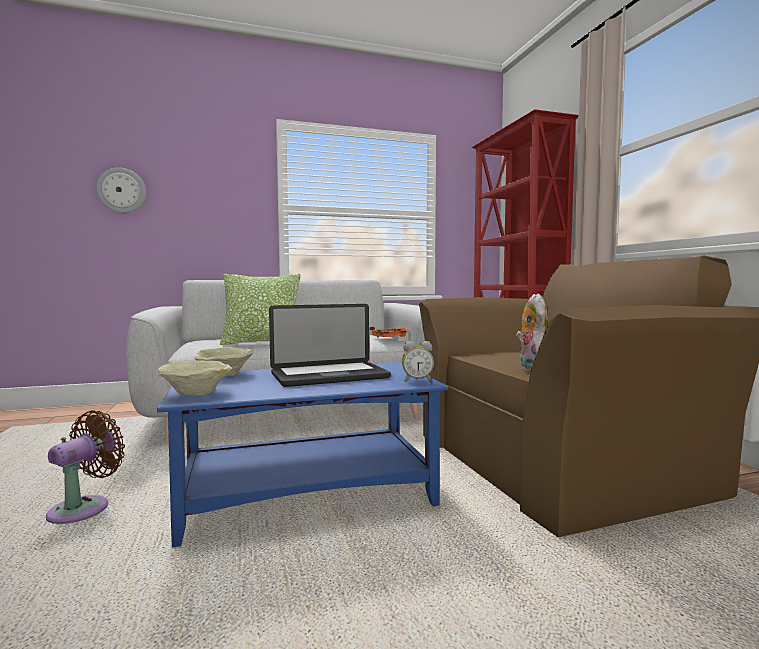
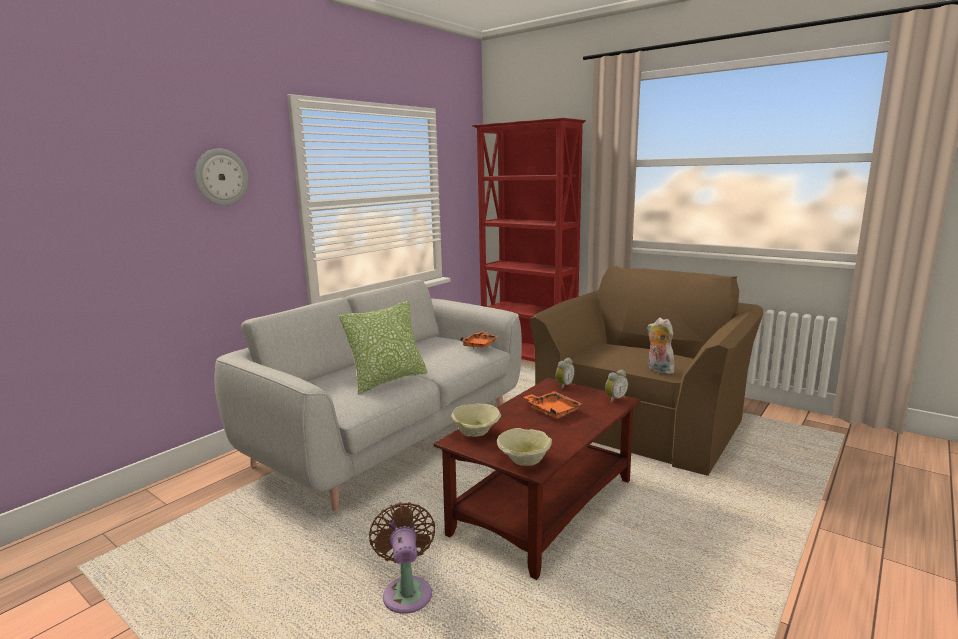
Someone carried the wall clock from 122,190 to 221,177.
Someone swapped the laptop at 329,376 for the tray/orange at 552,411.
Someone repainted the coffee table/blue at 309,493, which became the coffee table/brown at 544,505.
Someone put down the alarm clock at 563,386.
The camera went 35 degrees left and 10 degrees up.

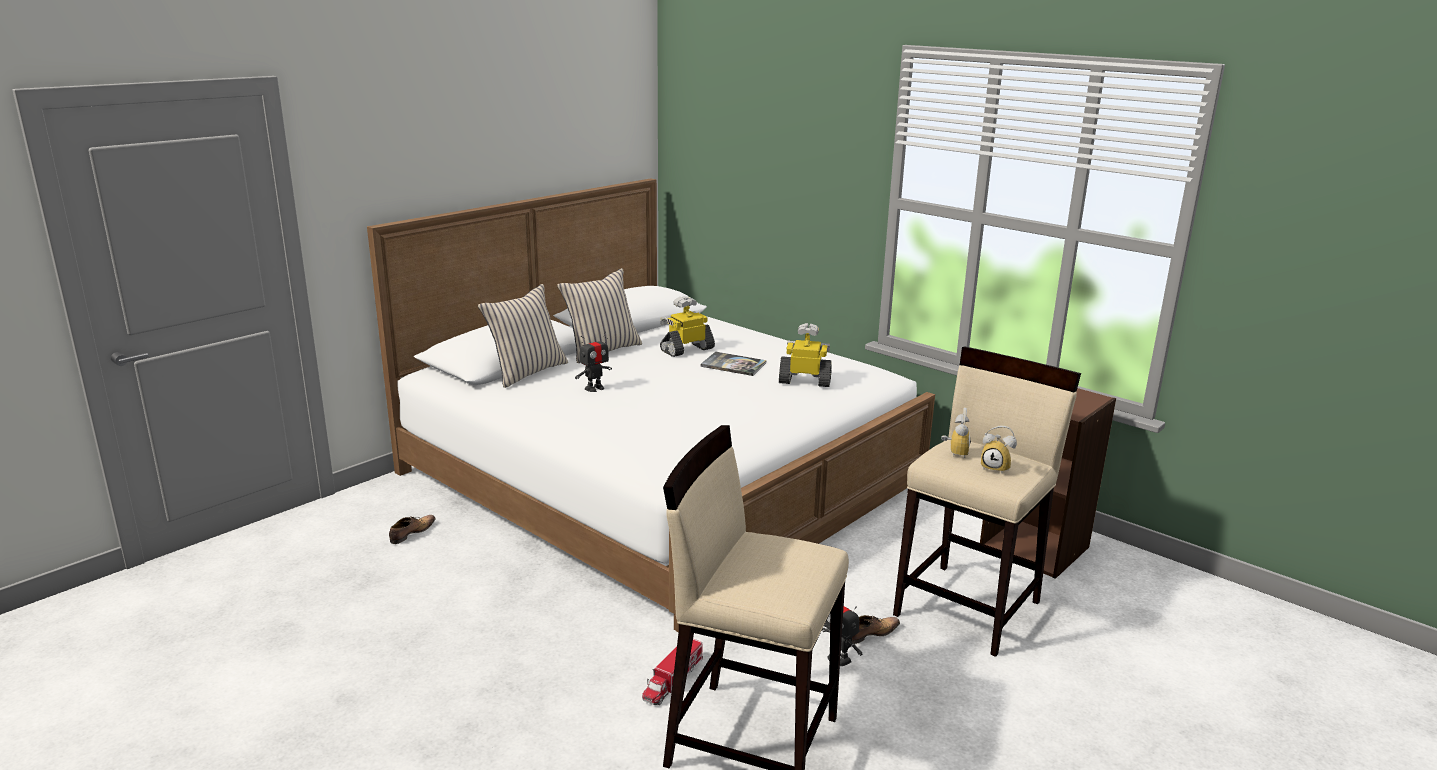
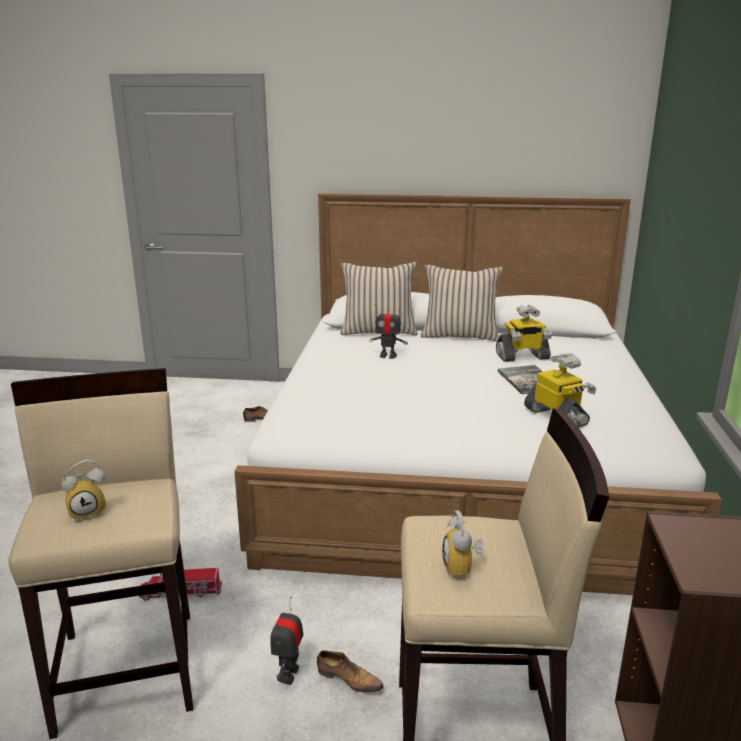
Someone rotated the toy robot at 687,349 by 150 degrees clockwise.
Someone carried the alarm clock from 954,452 to 89,511.
The camera went 55 degrees right and 0 degrees up.

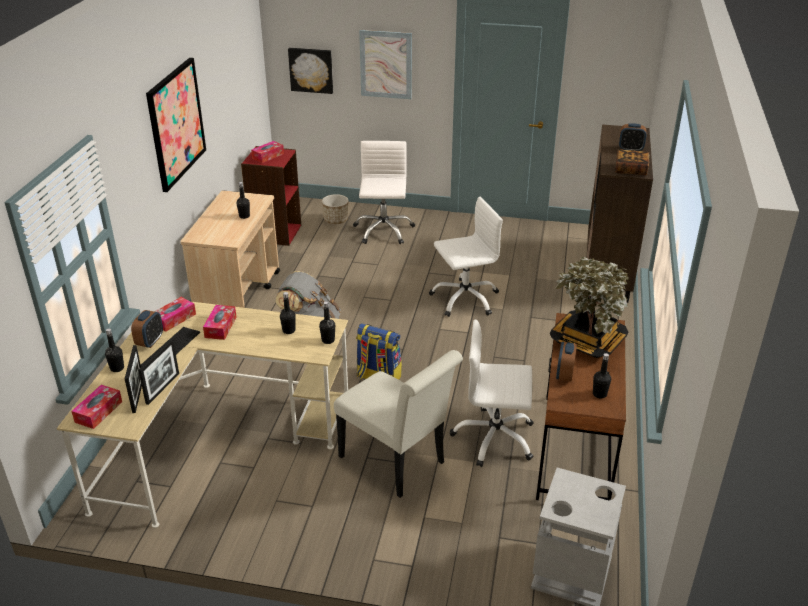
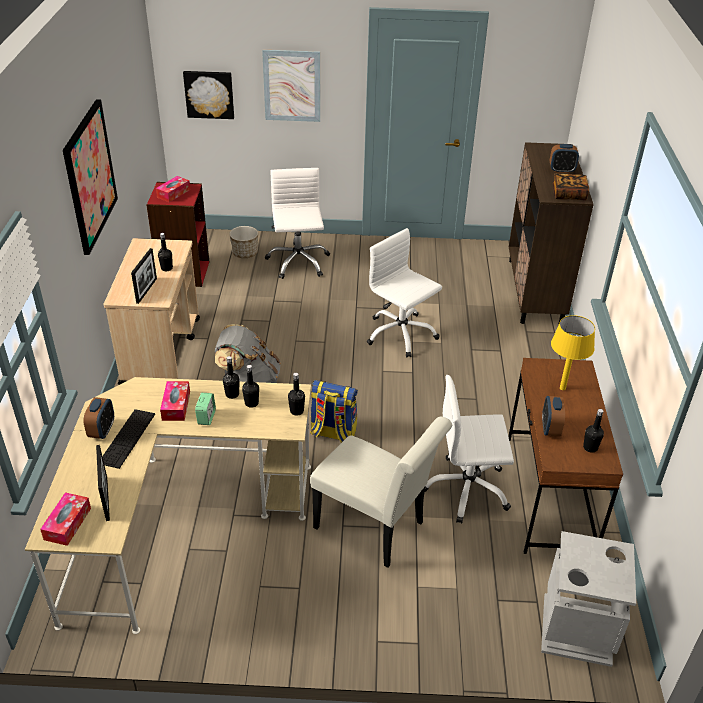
Someone rotated the office chair/white at 465,299 by 105 degrees counterclockwise.
Someone swapped the potted plant at 588,341 for the table lamp/yellow at 563,388.
Someone took away the tissue box at 174,319.
Someone carried the bottle/black from 117,368 to 232,394.
Someone carried the picture frame from 162,388 to 146,290.
Someone put down the alarm clock at 206,417.
The camera went 10 degrees left and 5 degrees up.

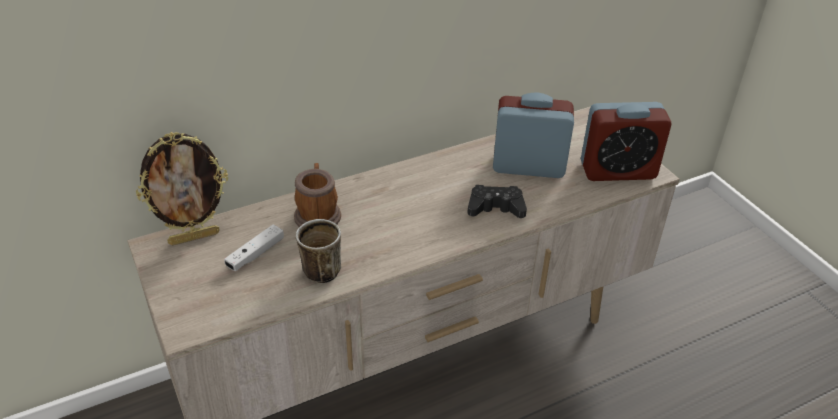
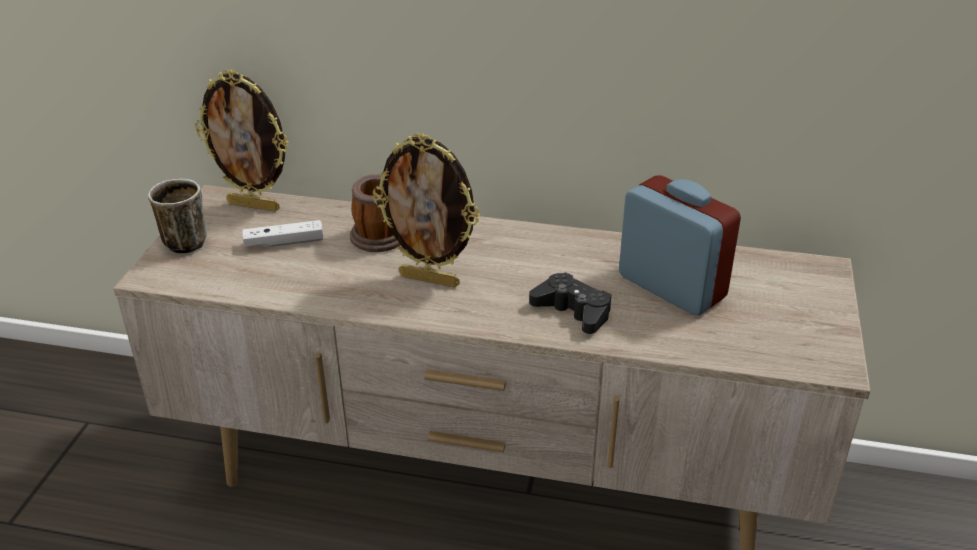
Someone took away the alarm clock at 617,171.
Someone carried the mug from 317,269 to 187,239.
Someone put down the picture frame at 430,279.
The camera went 40 degrees right and 5 degrees down.

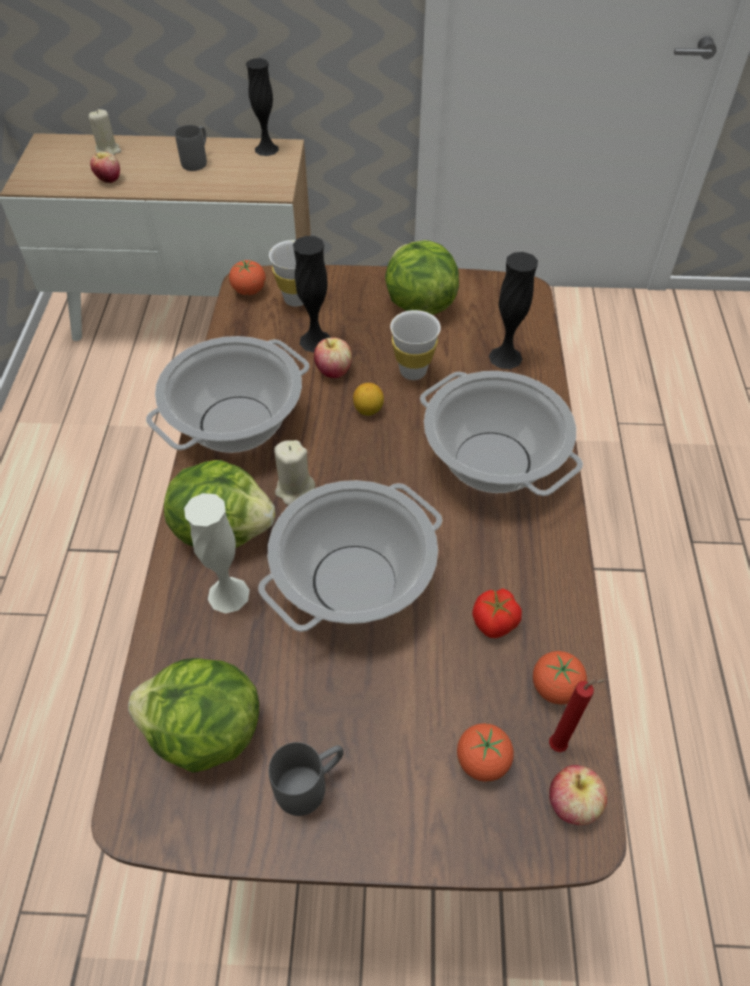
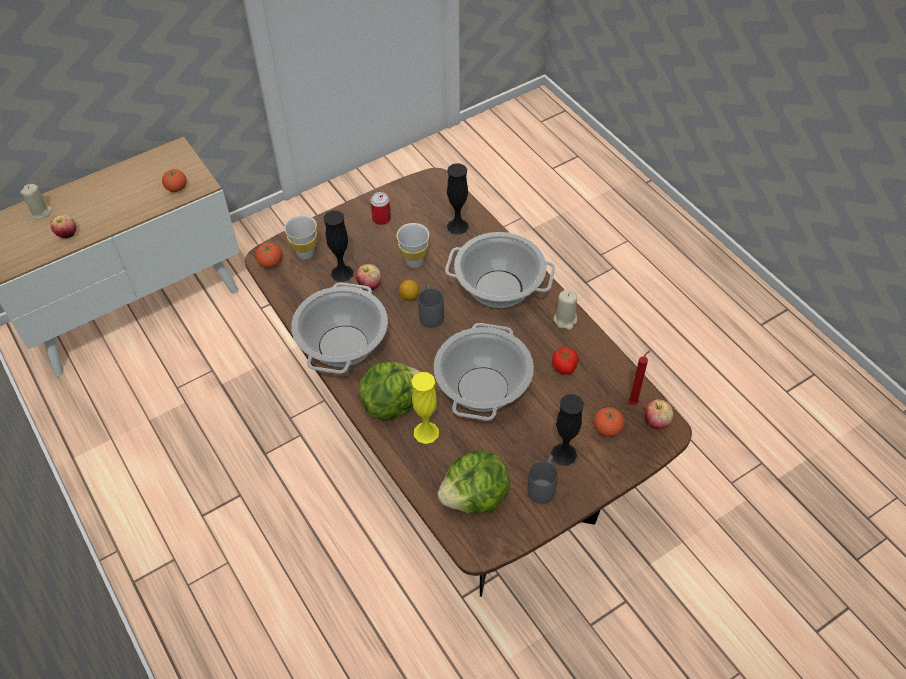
Someone carried the vase/black from 266,149 to 564,454.
Someone carried the mug/grey from 197,161 to 430,313.
Someone swapped the lettuce at 418,304 for the can at 381,219.
Someone carried the candle/beige from 294,489 to 565,320.
Someone repainted the vase/white at 228,594, which became the vase/yellow at 426,432.
Someone carried the tomato from 555,687 to 176,188.
The camera went 35 degrees left and 0 degrees up.

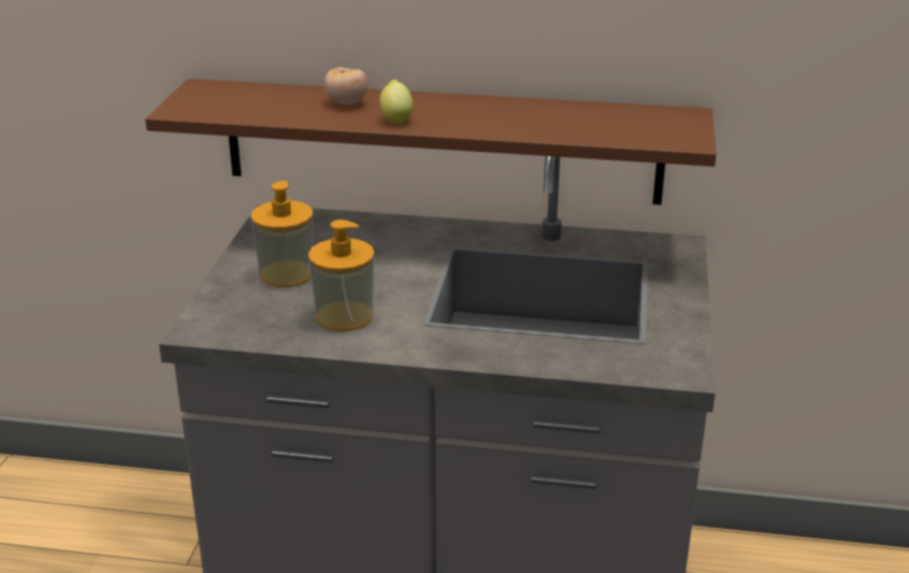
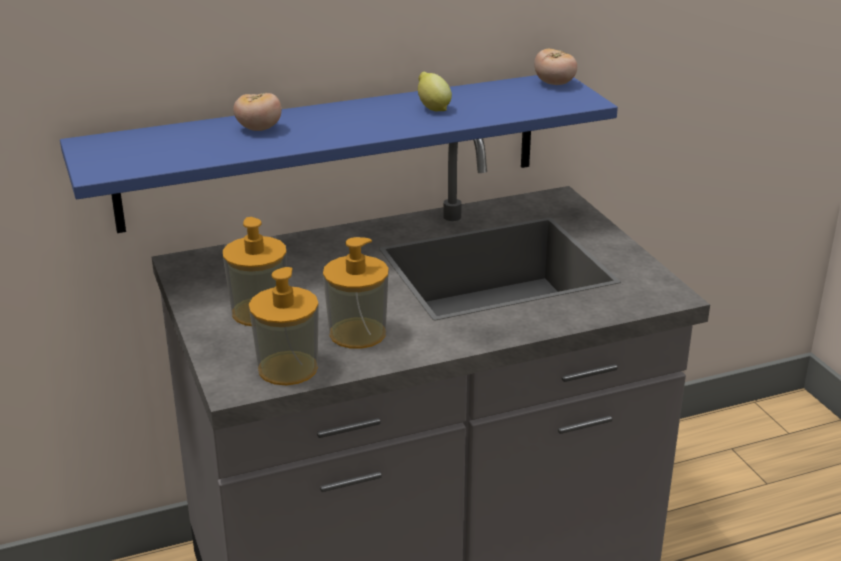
Someone repainted the shelf/brown at 441,141, which became the shelf/blue at 332,150.
Someone carried the lemon from 396,119 to 433,108.
Someone put down the tomato at 554,84.
Someone put down the soap dispenser at 288,368.
The camera went 30 degrees left and 0 degrees up.

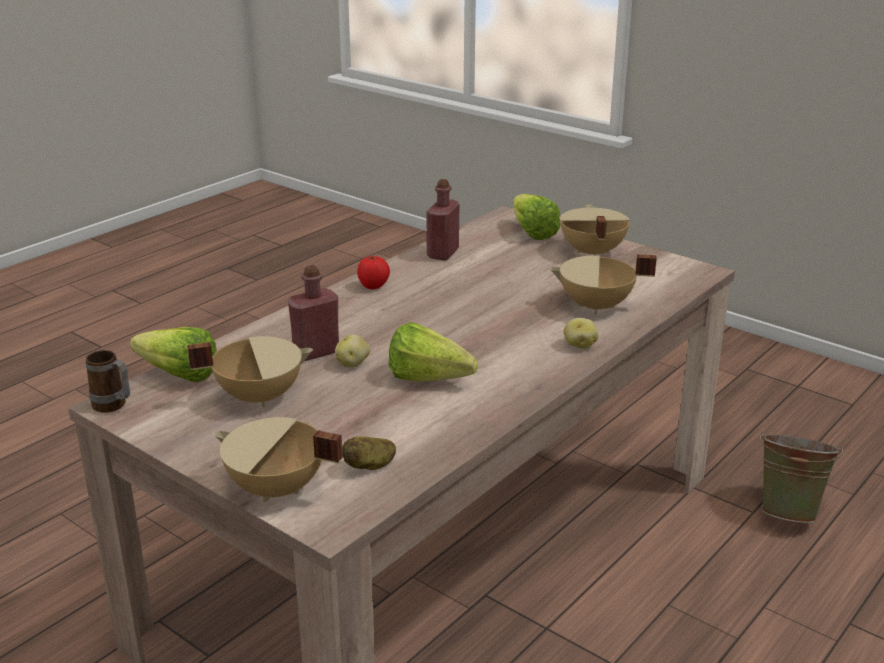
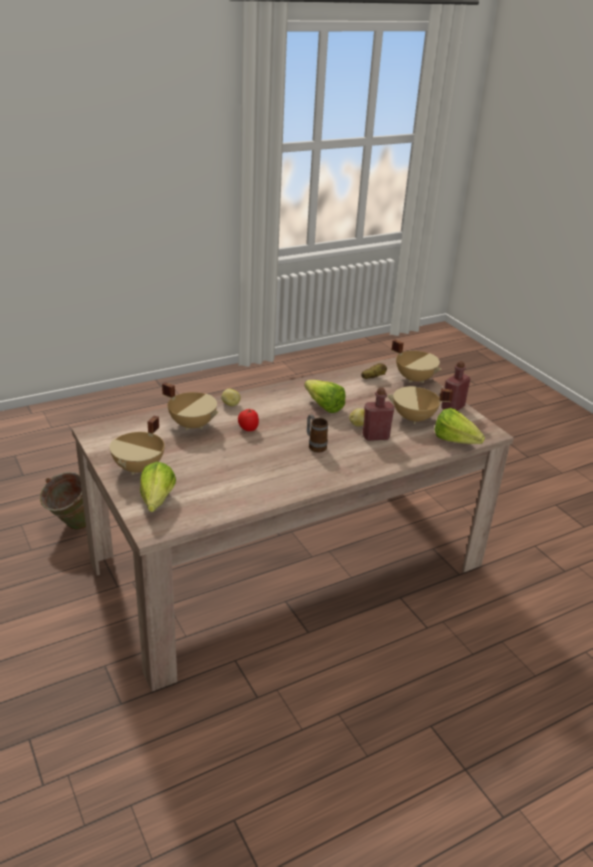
Someone carried the bottle/red from 443,253 to 452,408.
Someone carried the tomato from 374,286 to 248,429.
Someone carried the mug from 113,407 to 315,445.
The camera went 160 degrees left and 5 degrees up.

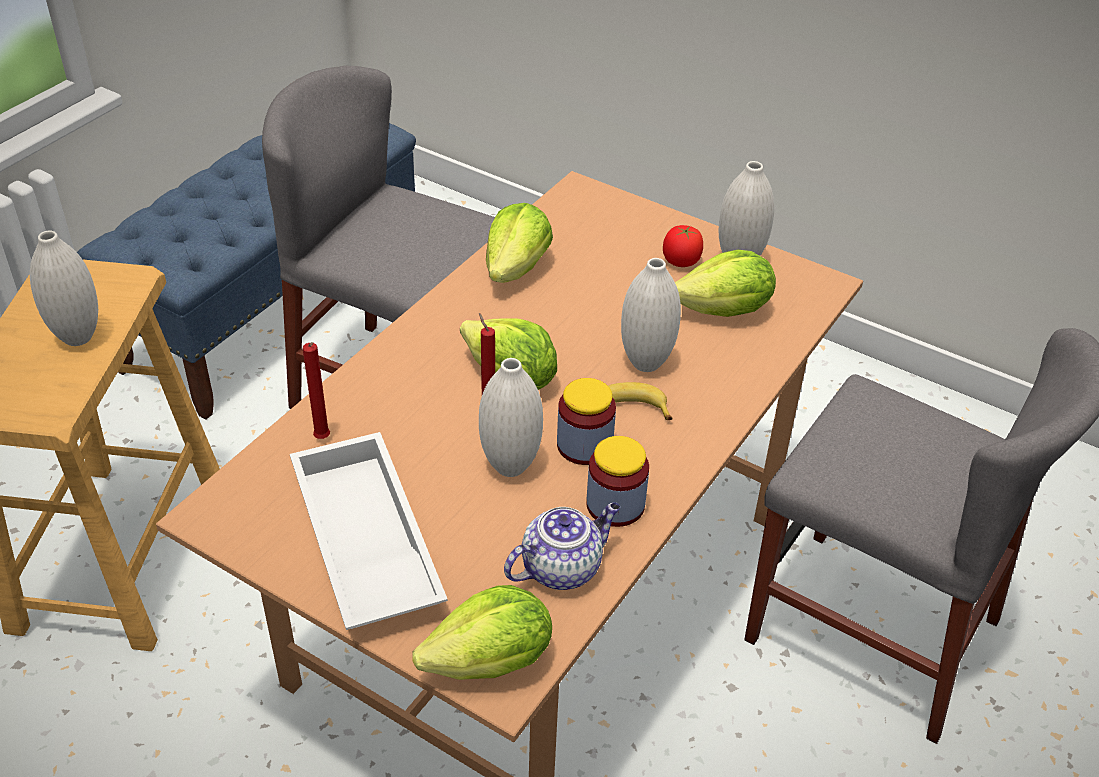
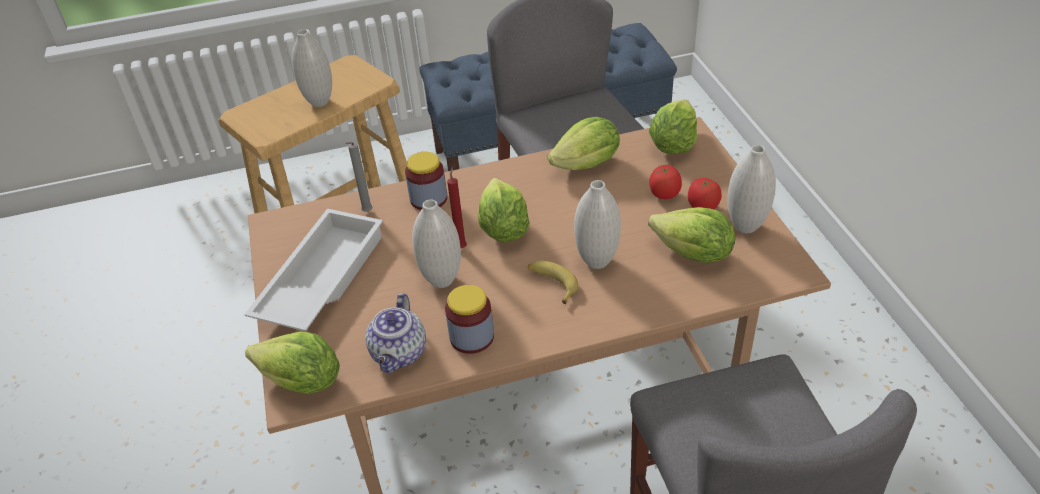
Someone repainted the candle/red at 322,440, which became the candle/grey at 366,212.
Someone carried the jar from 584,445 to 428,199.
Someone rotated the teapot at 562,567 by 90 degrees clockwise.
Someone put down the lettuce at 673,145.
Someone put down the tomato at 664,194.
The camera went 45 degrees right and 0 degrees up.

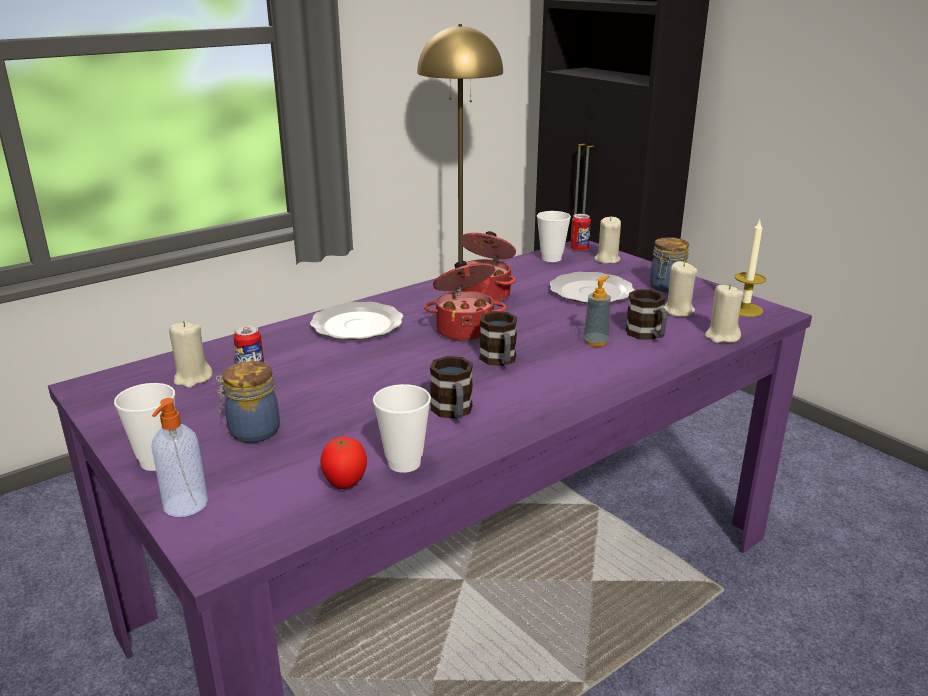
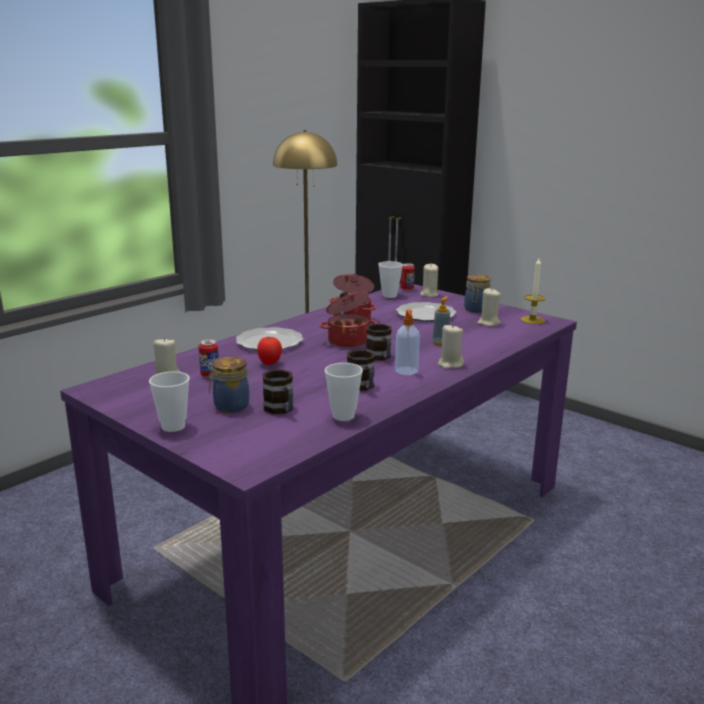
Someone carried the candle/beige from 721,337 to 450,364.
Someone carried the mug from 647,335 to 281,410.
Someone carried the soap dispenser from 185,505 to 406,371.
Someone carried the tomato from 344,484 to 269,363.
The camera went 10 degrees left and 5 degrees down.

